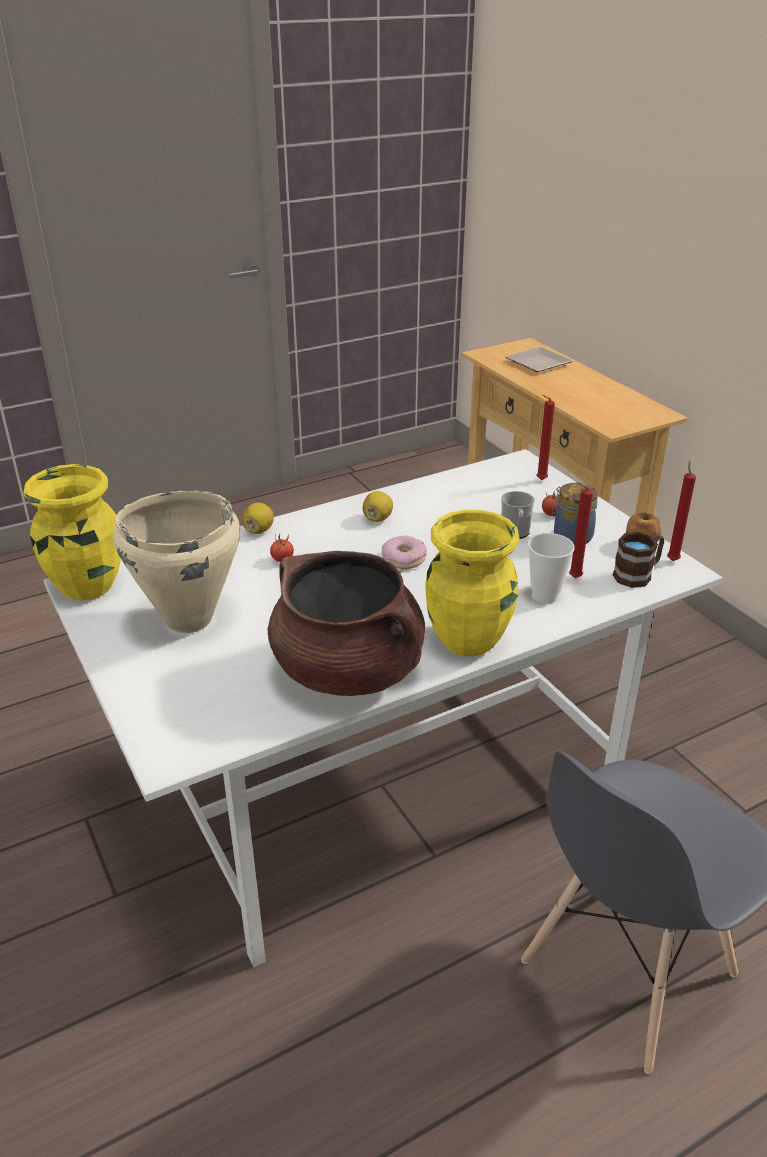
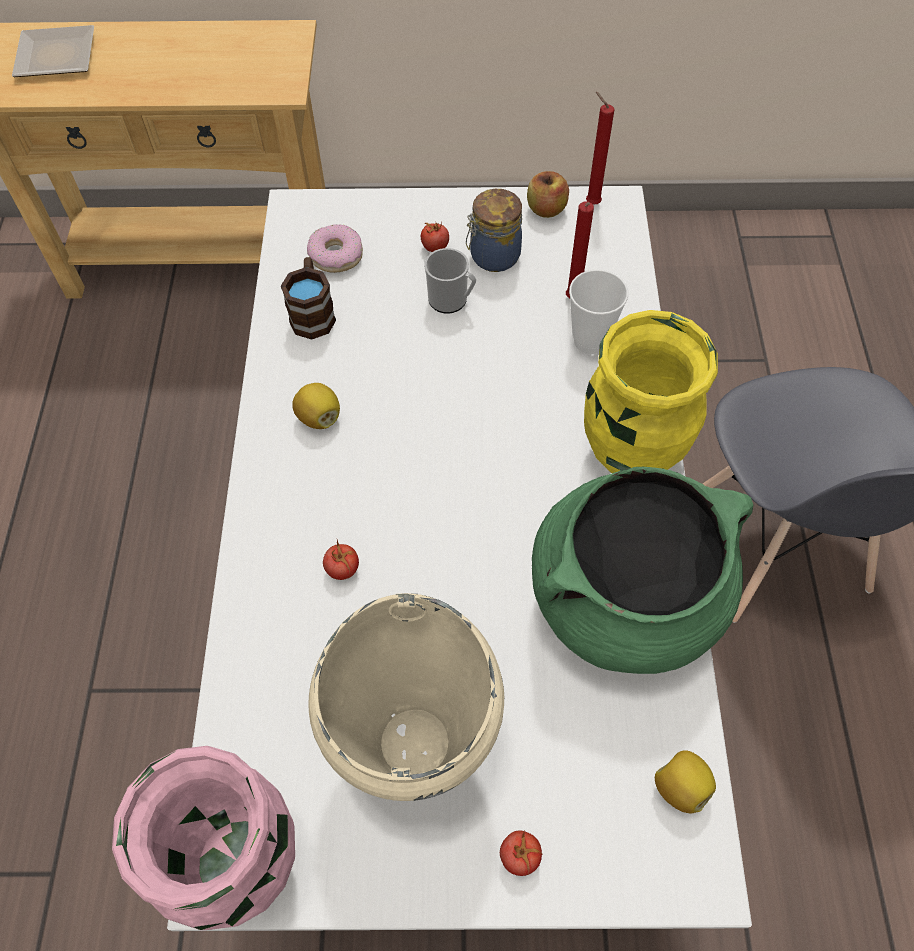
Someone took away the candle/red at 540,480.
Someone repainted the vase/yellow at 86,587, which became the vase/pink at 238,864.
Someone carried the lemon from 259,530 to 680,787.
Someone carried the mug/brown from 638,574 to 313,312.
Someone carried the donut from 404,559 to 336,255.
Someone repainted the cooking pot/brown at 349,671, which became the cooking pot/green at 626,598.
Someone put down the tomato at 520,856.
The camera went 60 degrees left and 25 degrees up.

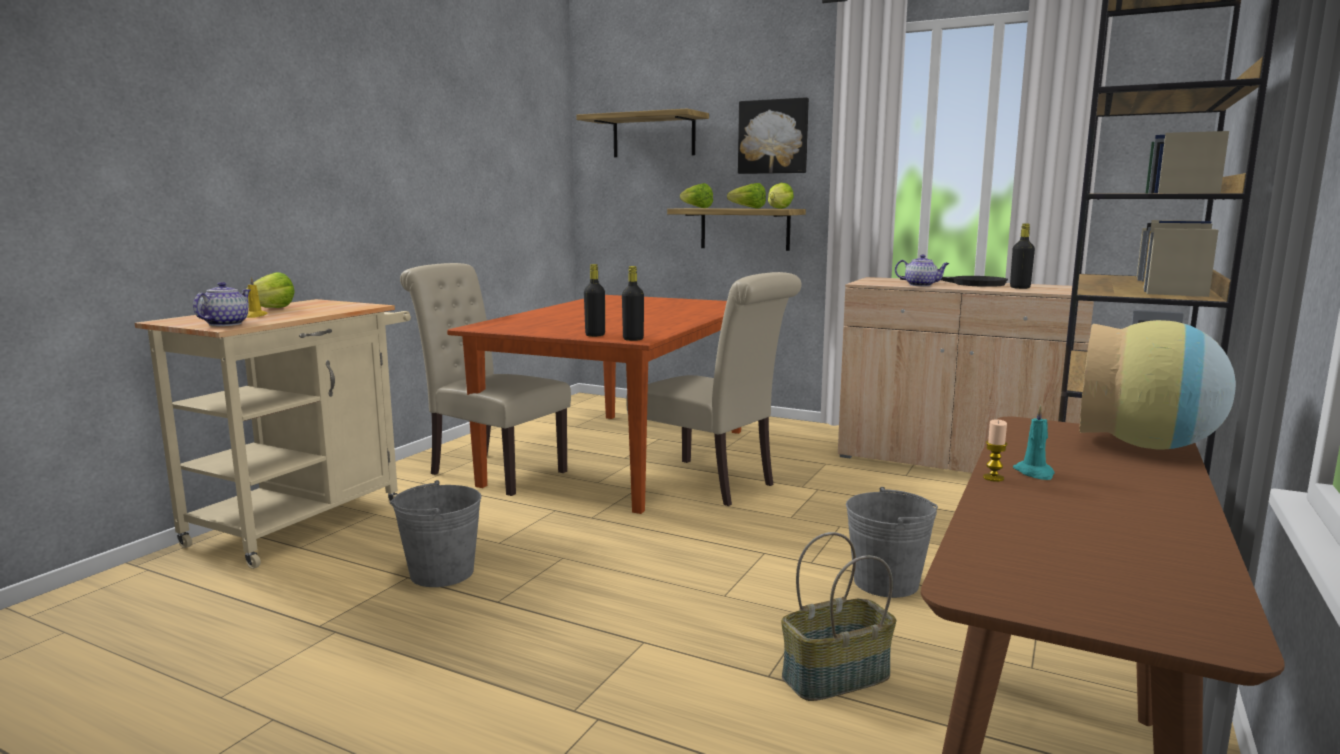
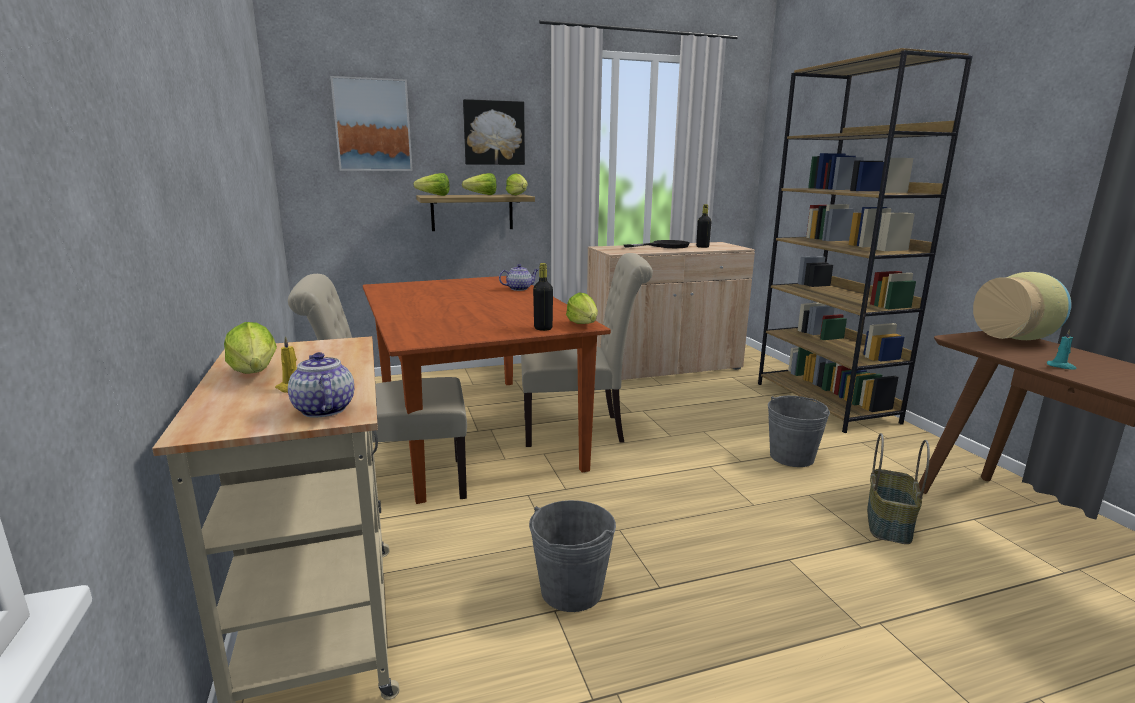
Someone swapped the shelf at 653,136 for the picture at 372,125.
Someone carried the teapot from 921,285 to 519,289.
Someone swapped the bottle/black at 633,339 for the lettuce at 584,326.
Someone took away the candle at 993,478.
The camera went 45 degrees left and 5 degrees up.

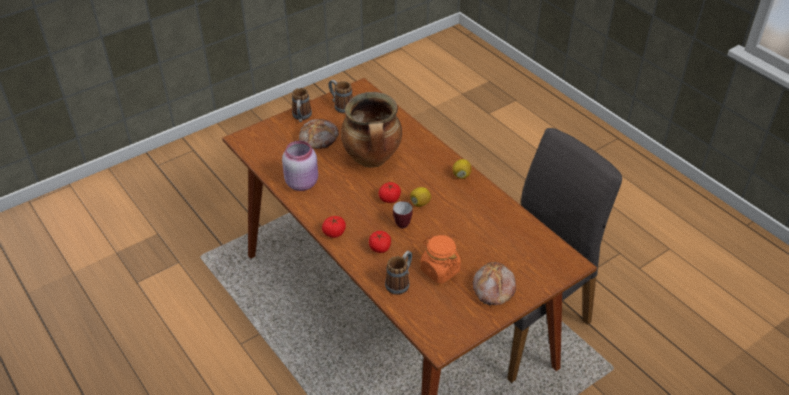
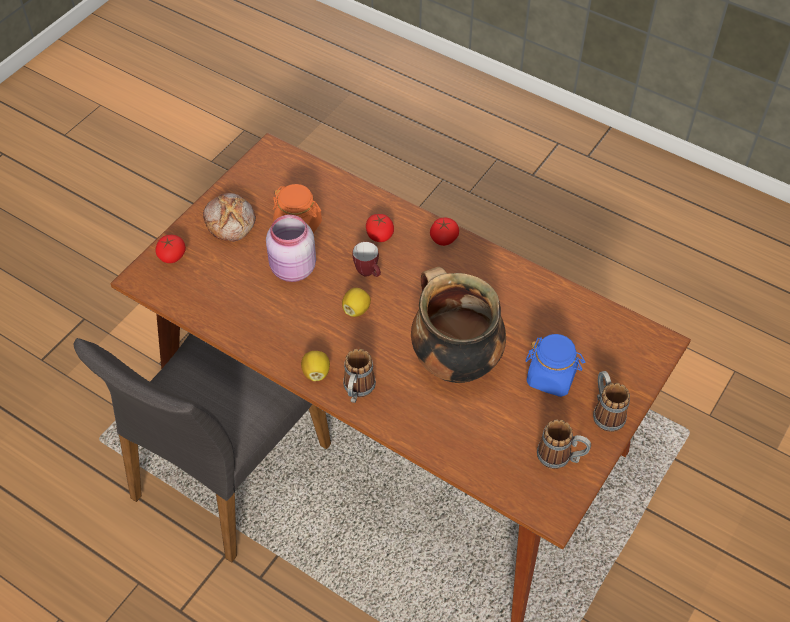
Someone swapped the bread at 319,139 for the jar/blue at 551,377.
Someone carried the jar/pink from 302,182 to 292,270.
Someone carried the tomato from 389,198 to 172,256.
Someone carried the mug from 400,282 to 357,391.
The camera went 160 degrees right and 10 degrees up.

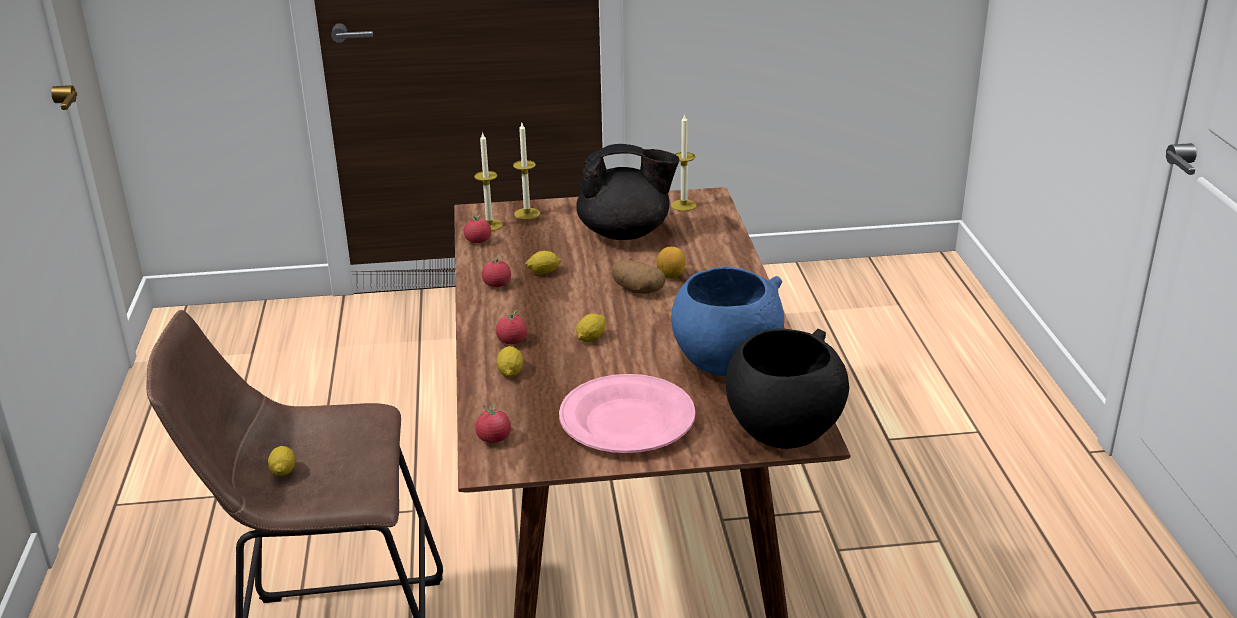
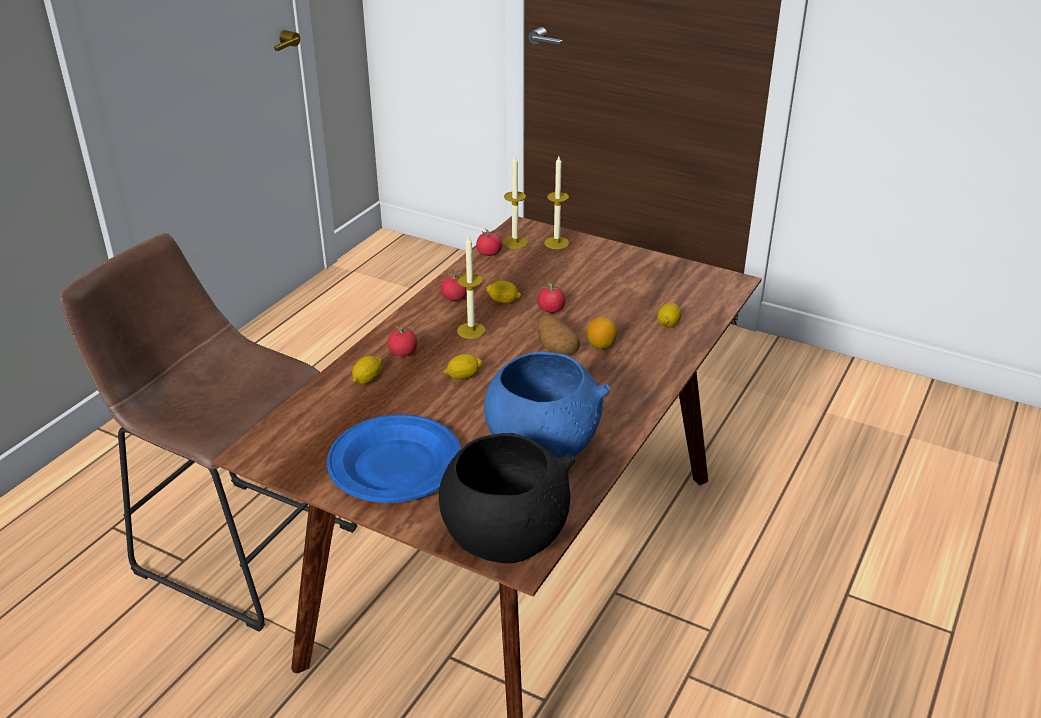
Someone carried the candle from 683,205 to 471,330.
Someone took away the teapot/black at 626,233.
Someone repainted the plate/pink at 628,421, which became the plate/blue at 396,465.
Someone carried the tomato from 494,438 to 551,310.
Someone carried the lemon from 283,471 to 668,324.
The camera went 35 degrees right and 5 degrees up.

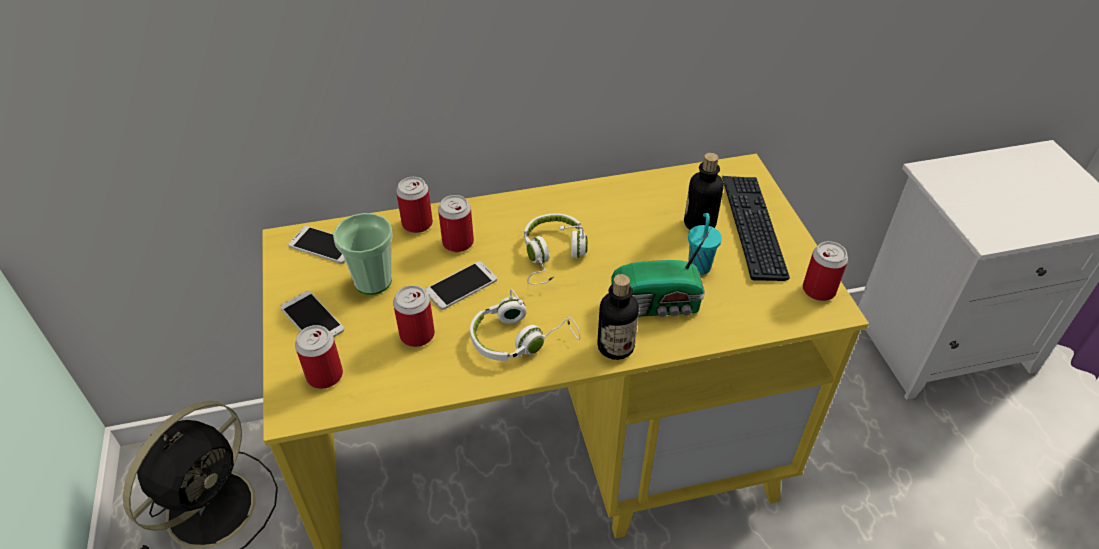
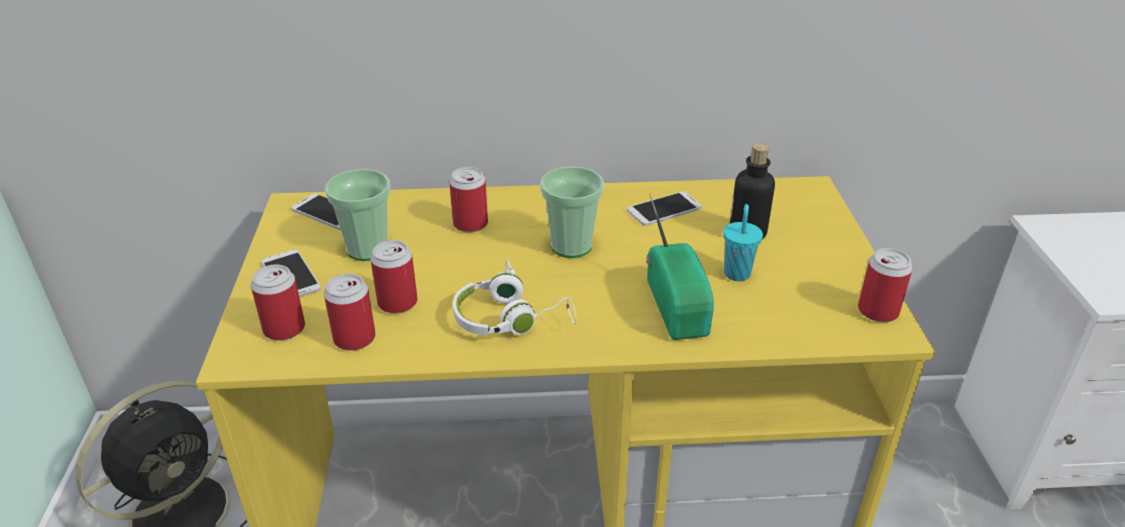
Someone took away the keyboard at 753,227.
Someone carried the can from 417,224 to 354,338.
Someone swapped the headphones/white at 553,256 for the cup at 571,246.
Someone rotated the radio at 657,306 by 105 degrees counterclockwise.
Someone carried the phone from 461,286 to 664,209.
Someone took away the bottle at 615,346.
The camera went 10 degrees right and 10 degrees down.

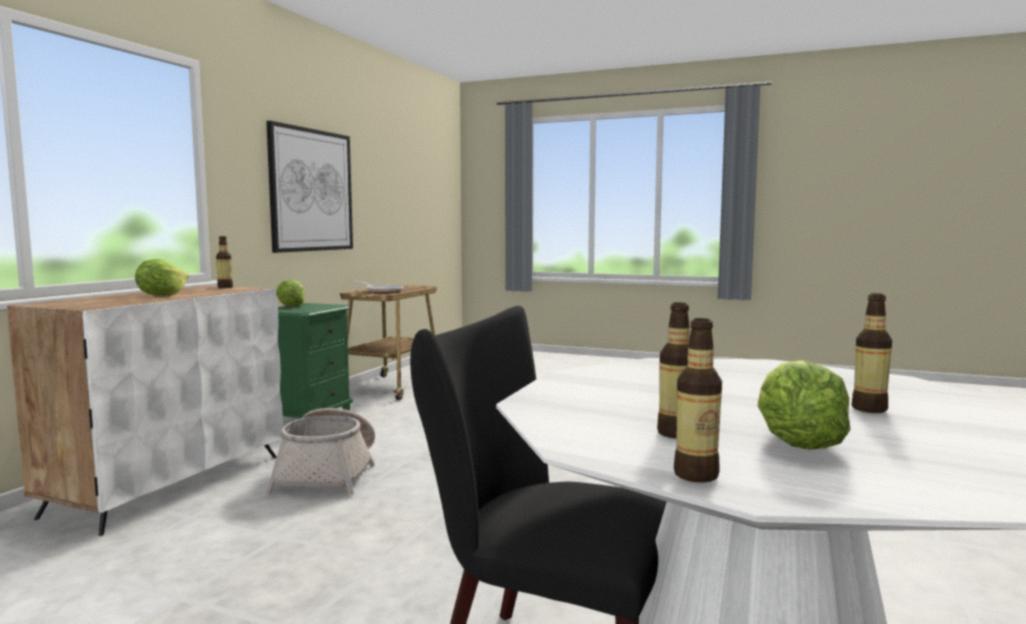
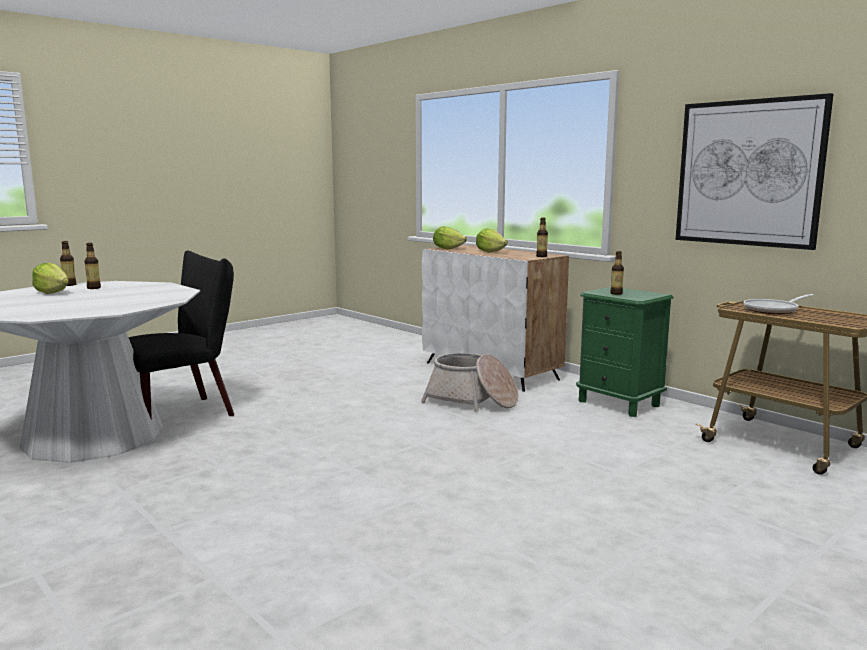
Someone carried the lettuce from 291,306 to 448,248.
Someone carried the bottle from 869,409 to 616,293.
The camera went 115 degrees right and 5 degrees up.

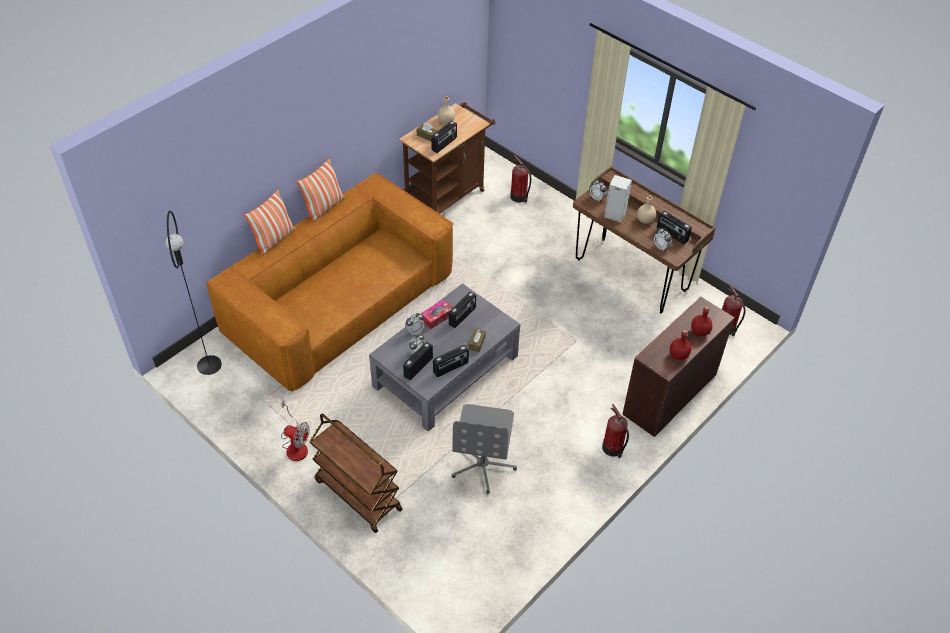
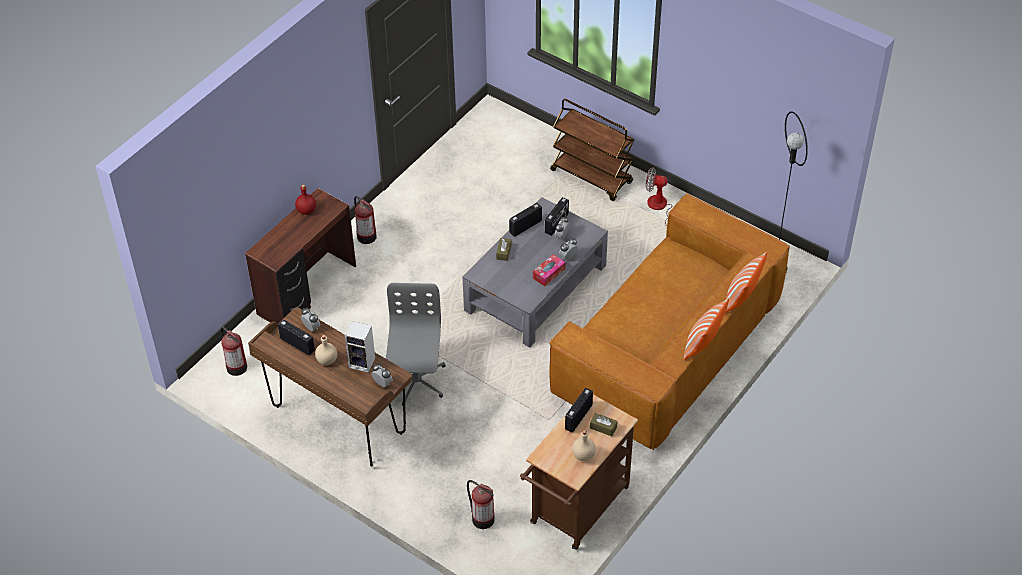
Someone took away the radio at 462,316.
Someone took away the bottle/red at 700,331.
Someone carried the office chair/grey from 483,464 to 415,381.
The camera went 175 degrees right and 0 degrees up.

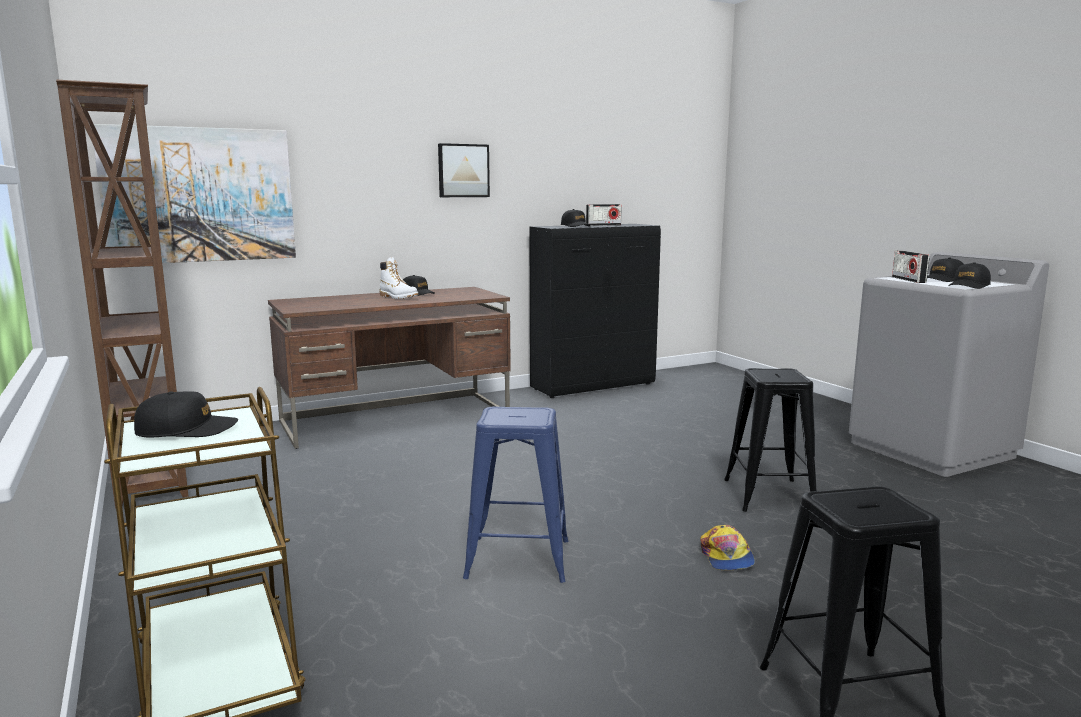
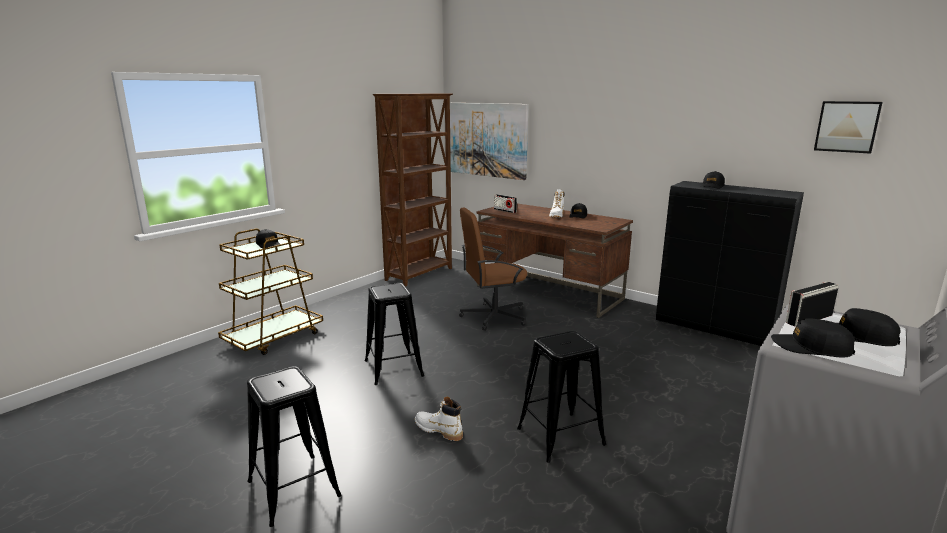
Someone carried the picture from 463,170 to 847,126.
Someone carried the radio from 603,225 to 505,210.
Someone repainted the stool/blue at 518,559, which became the stool/black at 393,368.
Someone swapped the cap at 727,557 for the boot/white at 438,430.
Someone put down the office chair/brown at 493,317.
The camera went 65 degrees right and 5 degrees up.

